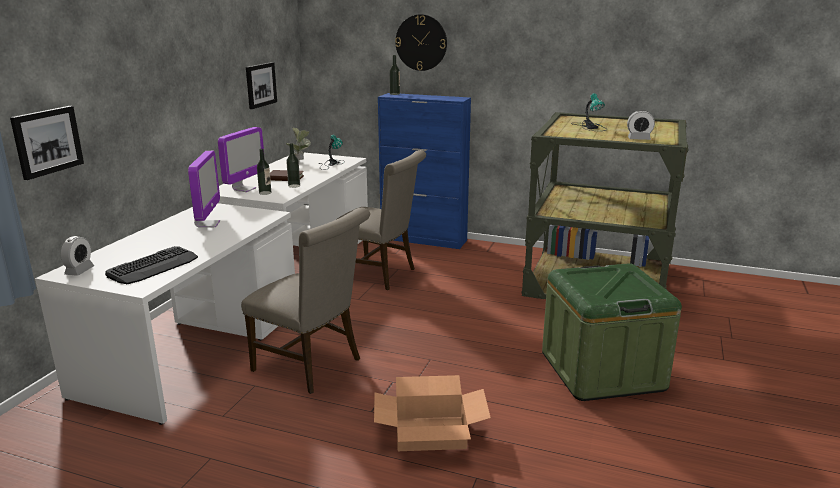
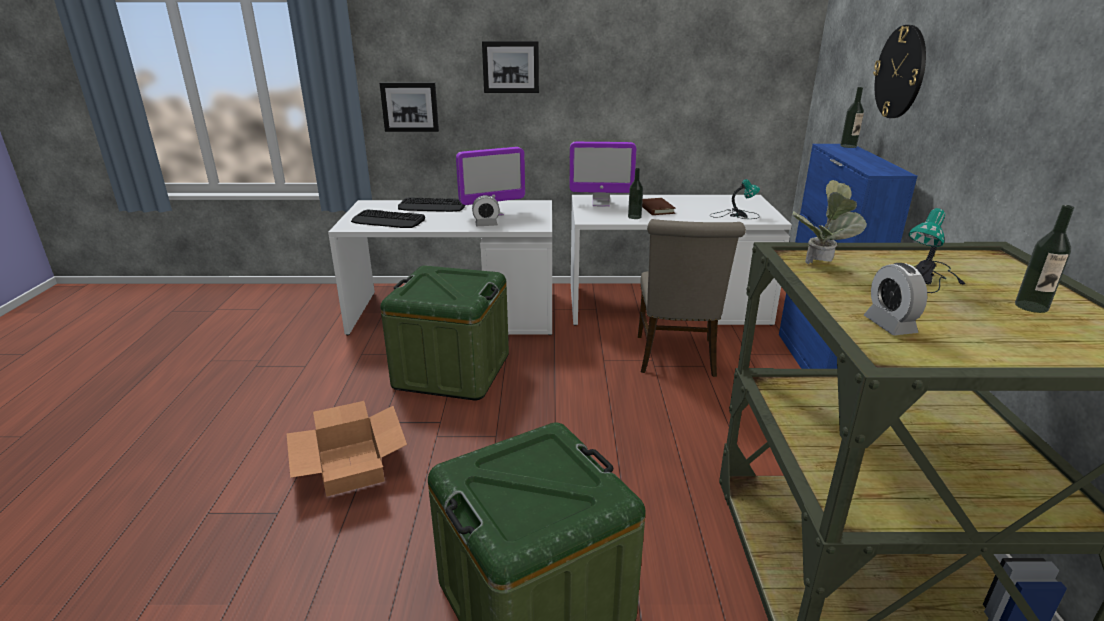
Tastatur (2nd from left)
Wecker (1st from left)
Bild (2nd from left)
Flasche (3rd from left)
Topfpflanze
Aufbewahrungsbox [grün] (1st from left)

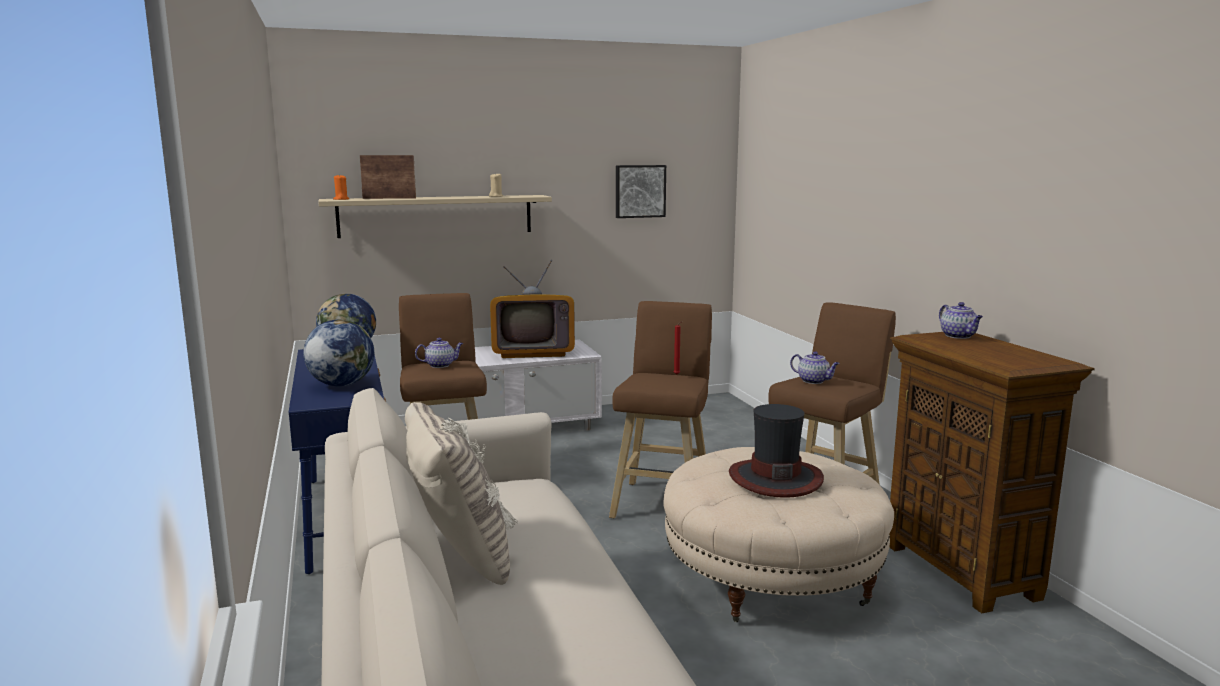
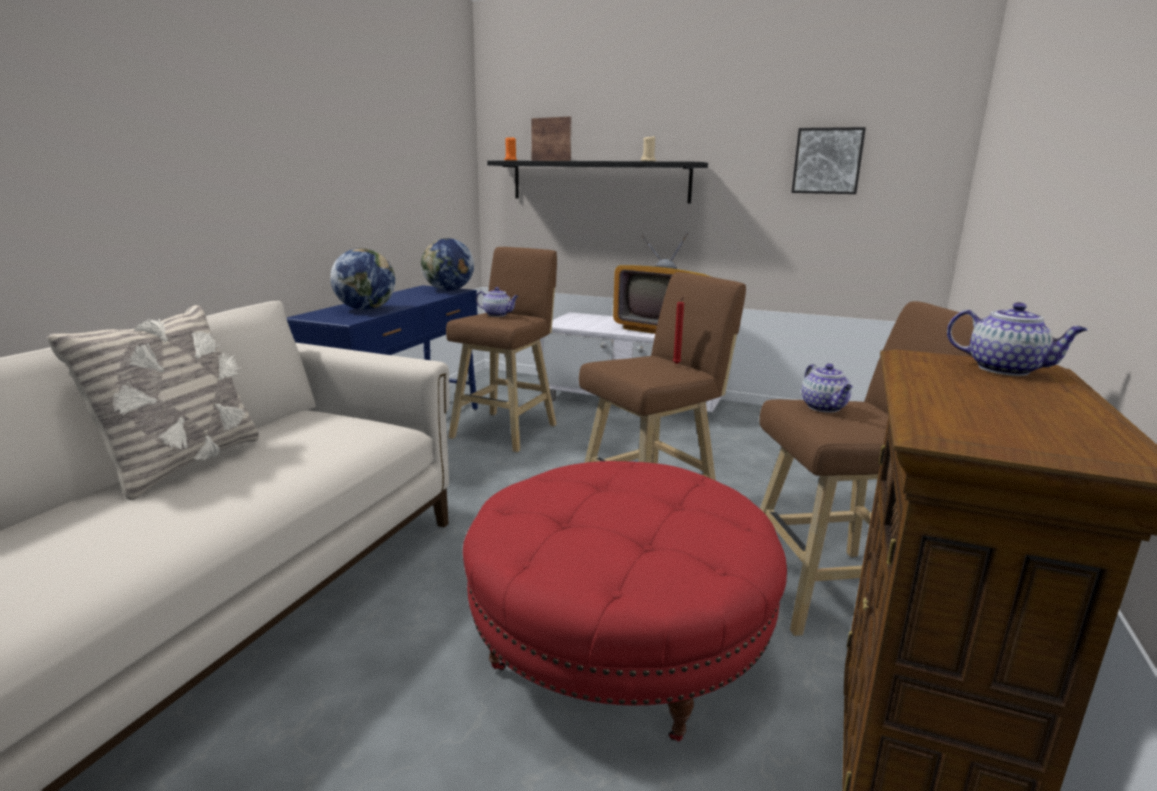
Hut
Wandregal [schwarz]
Polsterhocker [rot]
Teekanne (3rd from left)

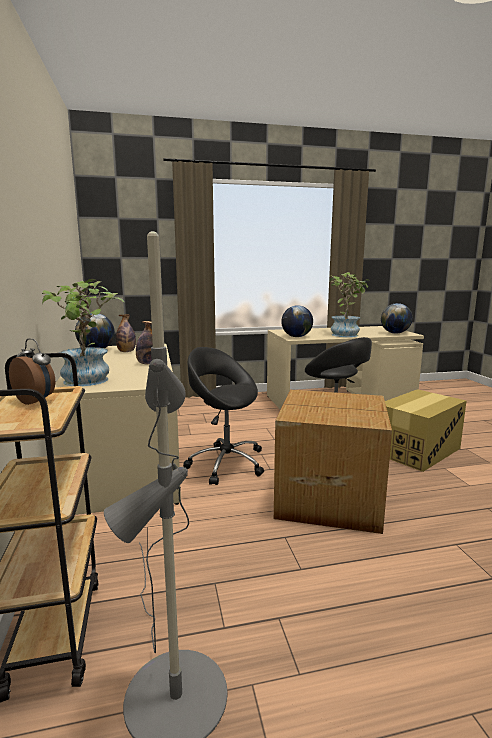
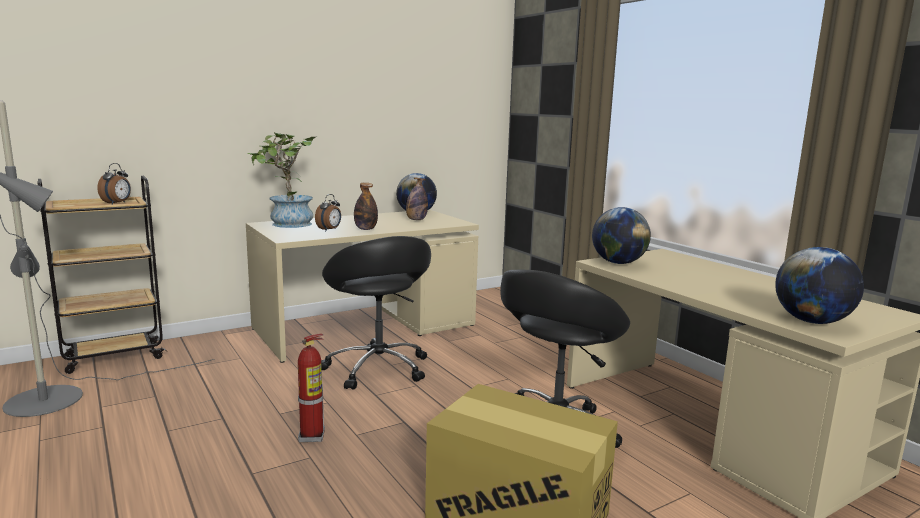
Topfpflanze (2nd from left in the first image)
Wecker (2nd from left)
Feuerlöscher
Bürostuhl [schwarz] (1st from left)

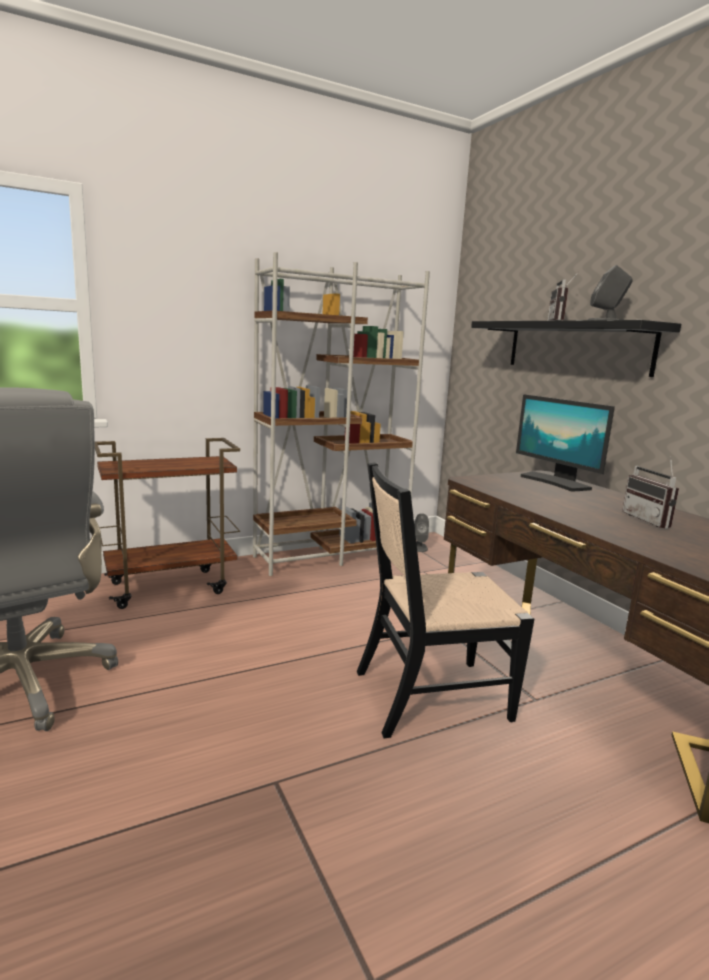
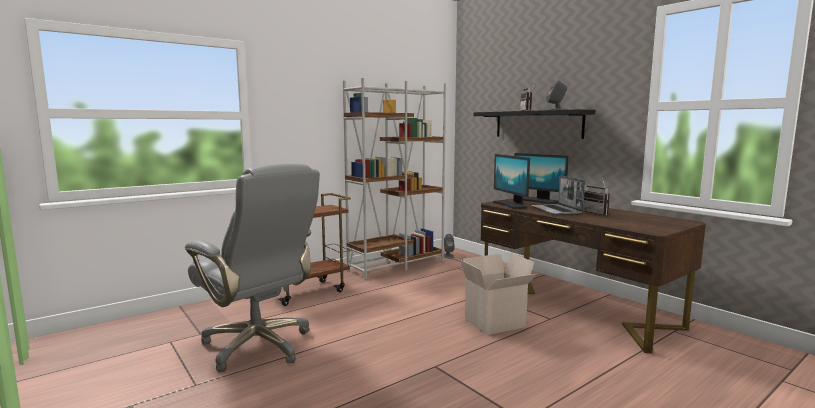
Monitor (1st from left)
Laptop
Karton

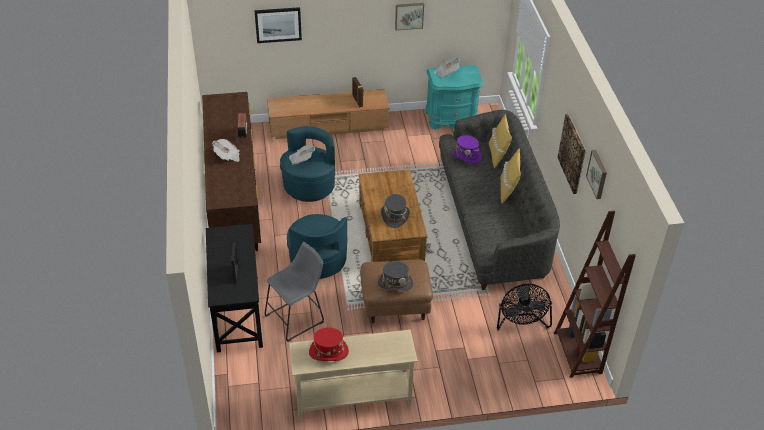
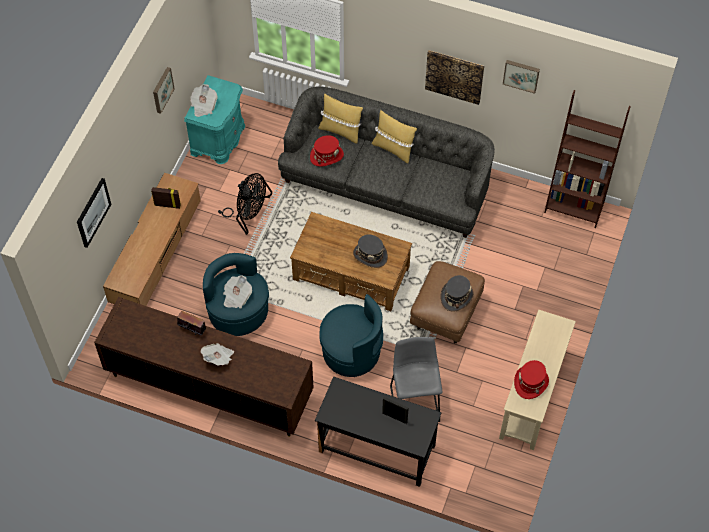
Ventilator [schwarz]
Hut [rot] (1st from left)

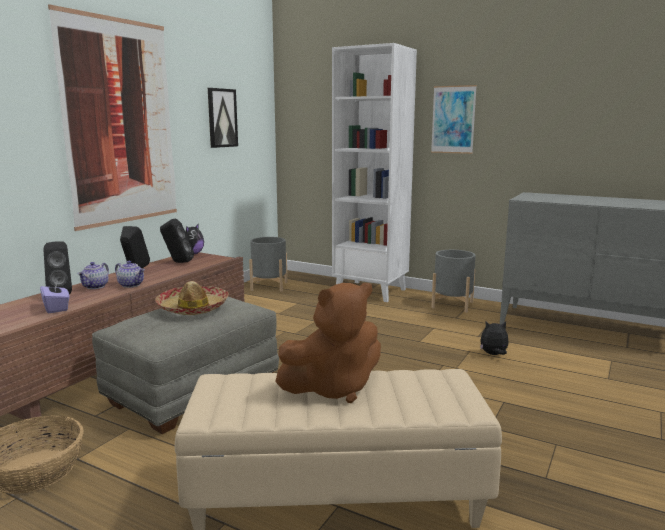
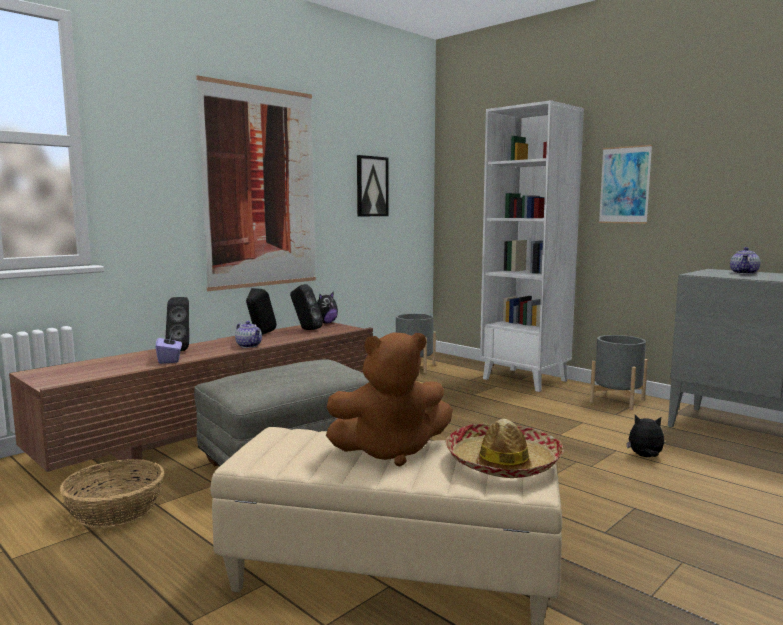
Teekanne (2nd from left)
Hut

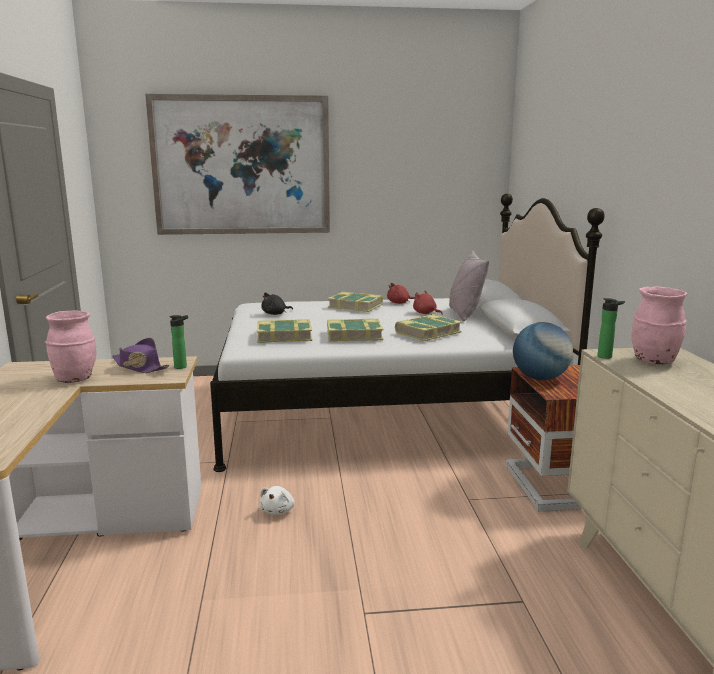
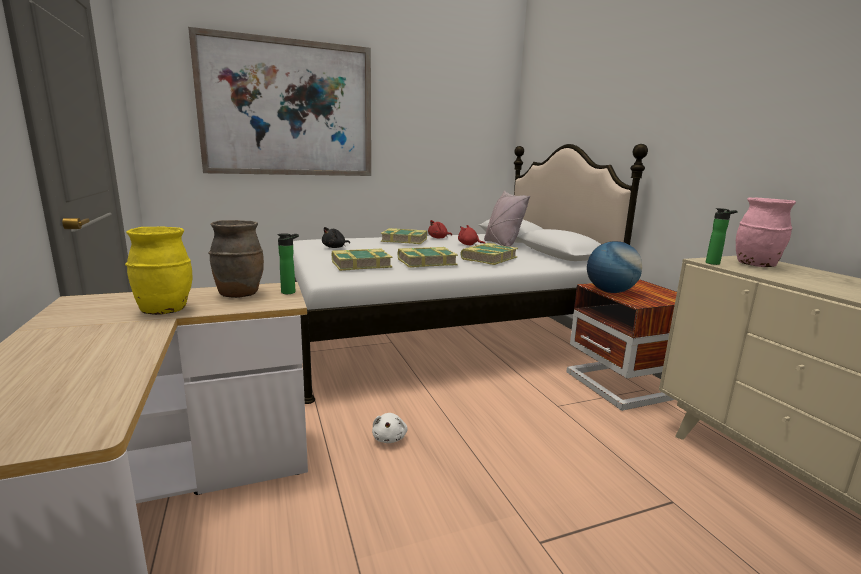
Vase [braun]
Vase [gelb]

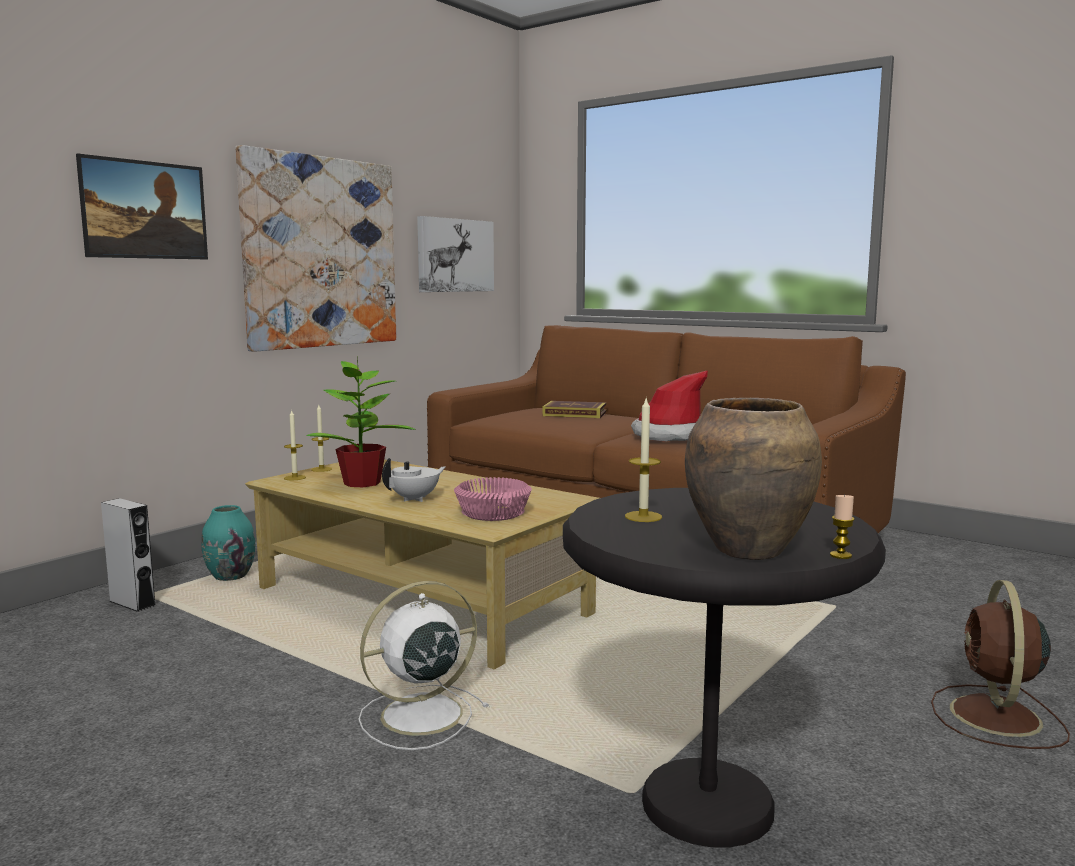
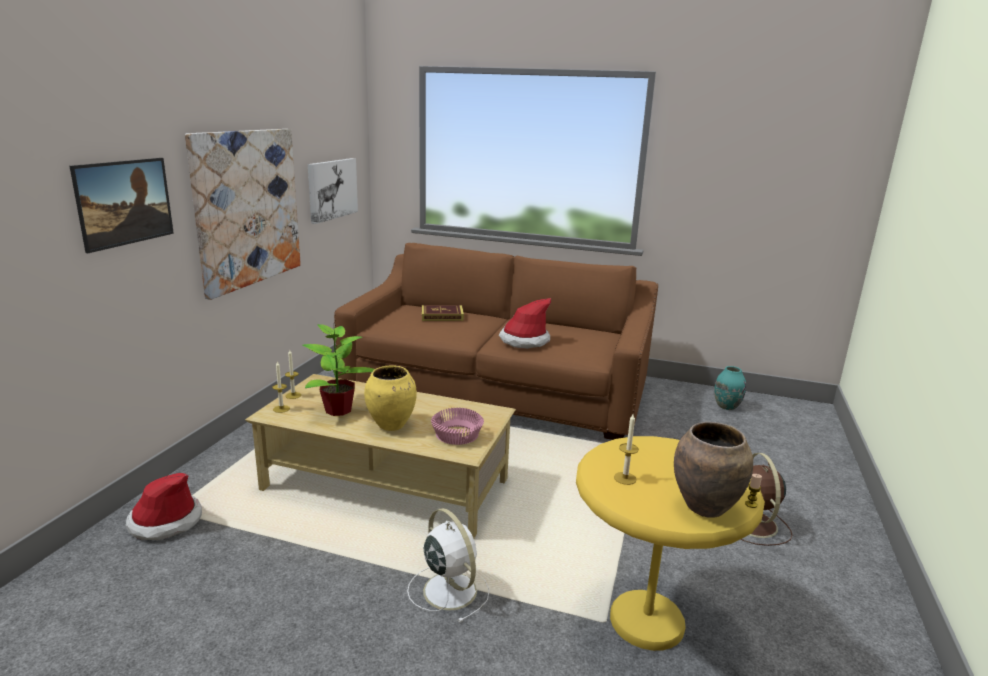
Vase [türkis]
Hut (1st from left)
Vase [gelb]
Beistelltisch [gelb]
Ventilator [weiß]

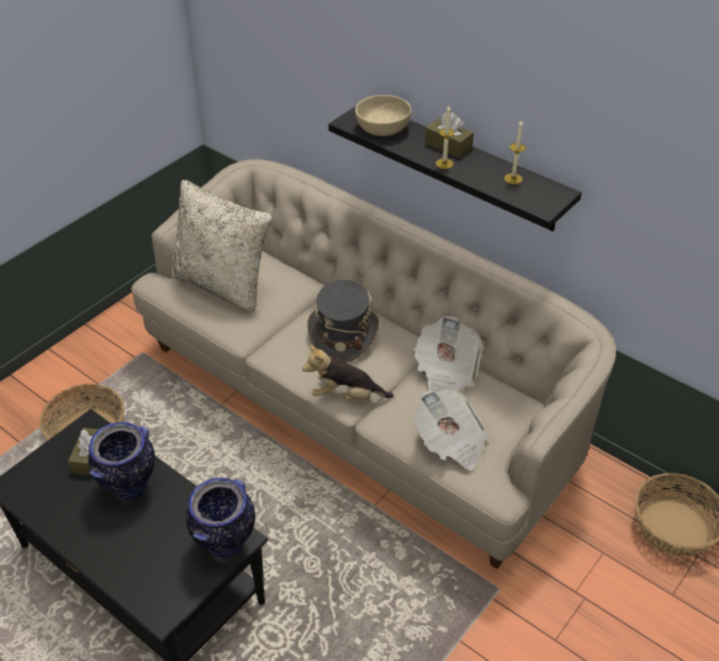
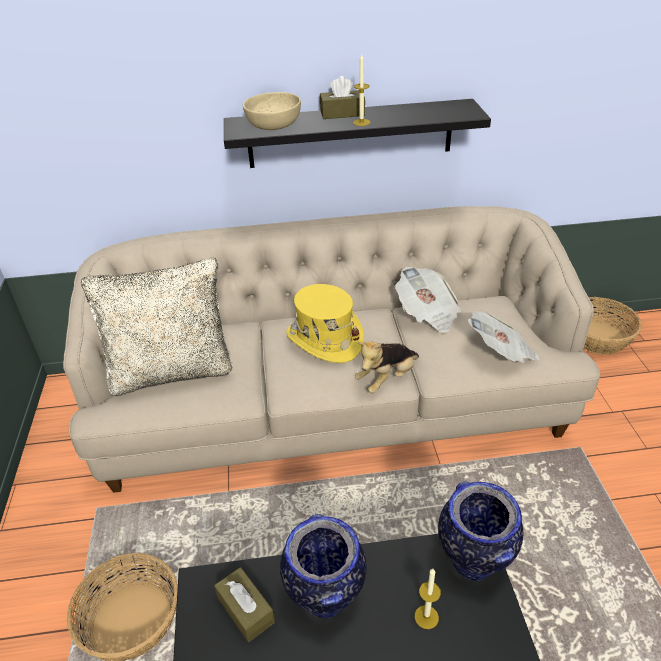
Kerze (2nd from left)
Hut [gelb]

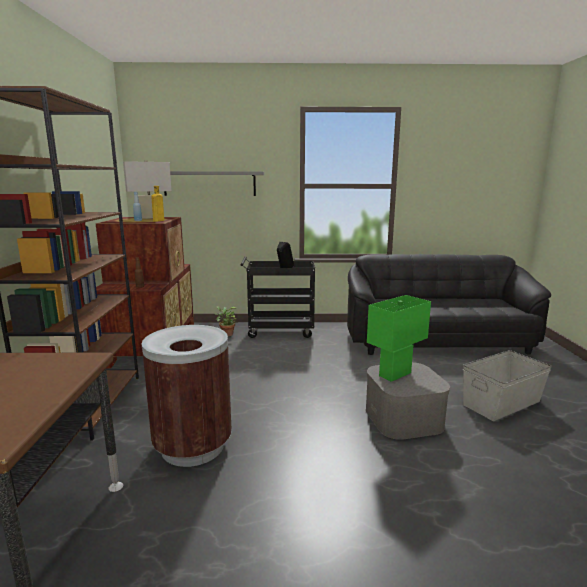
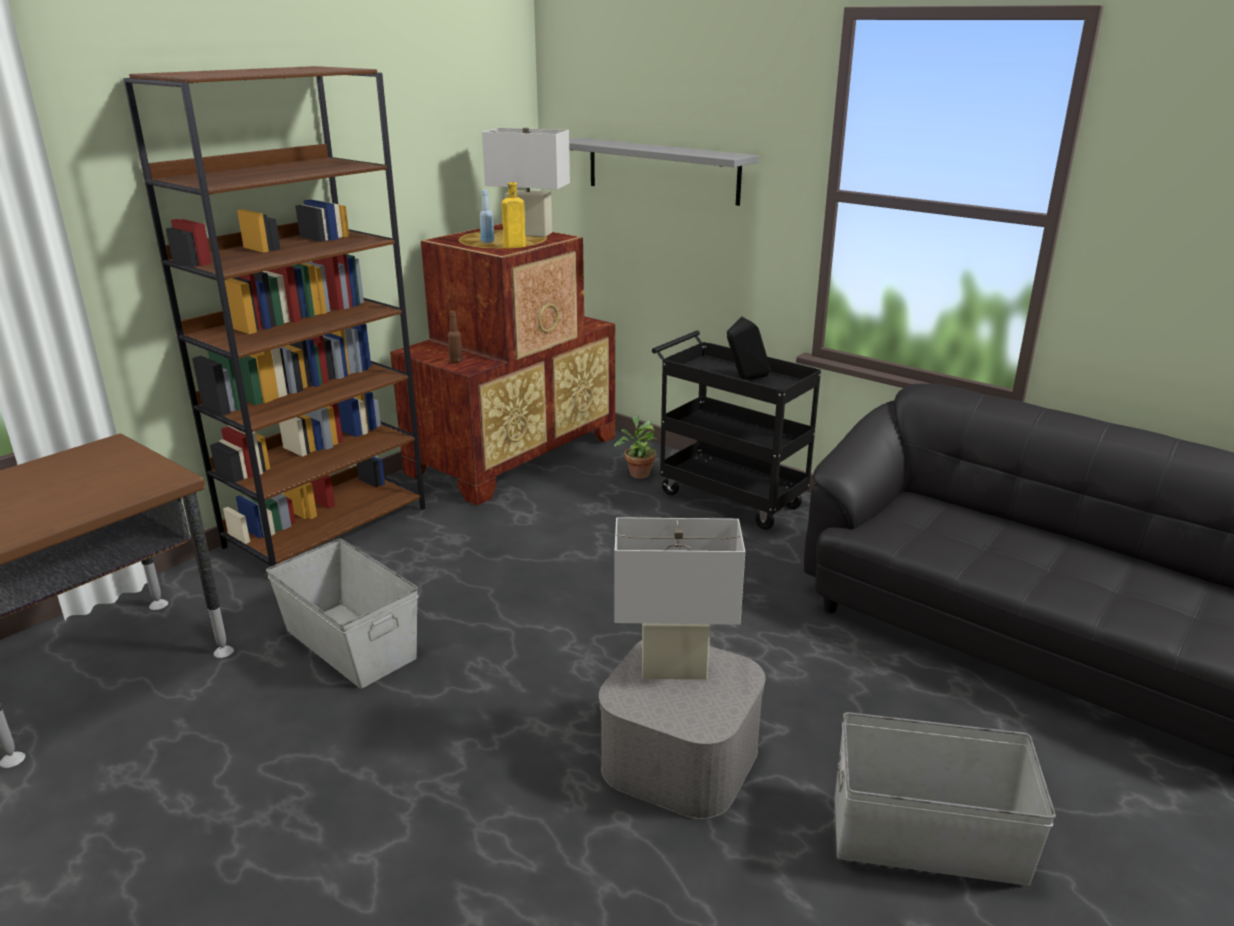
Aufbewahrungsbox [grau] (1st from left)
Tischlampe [weiß] (2nd from left)

